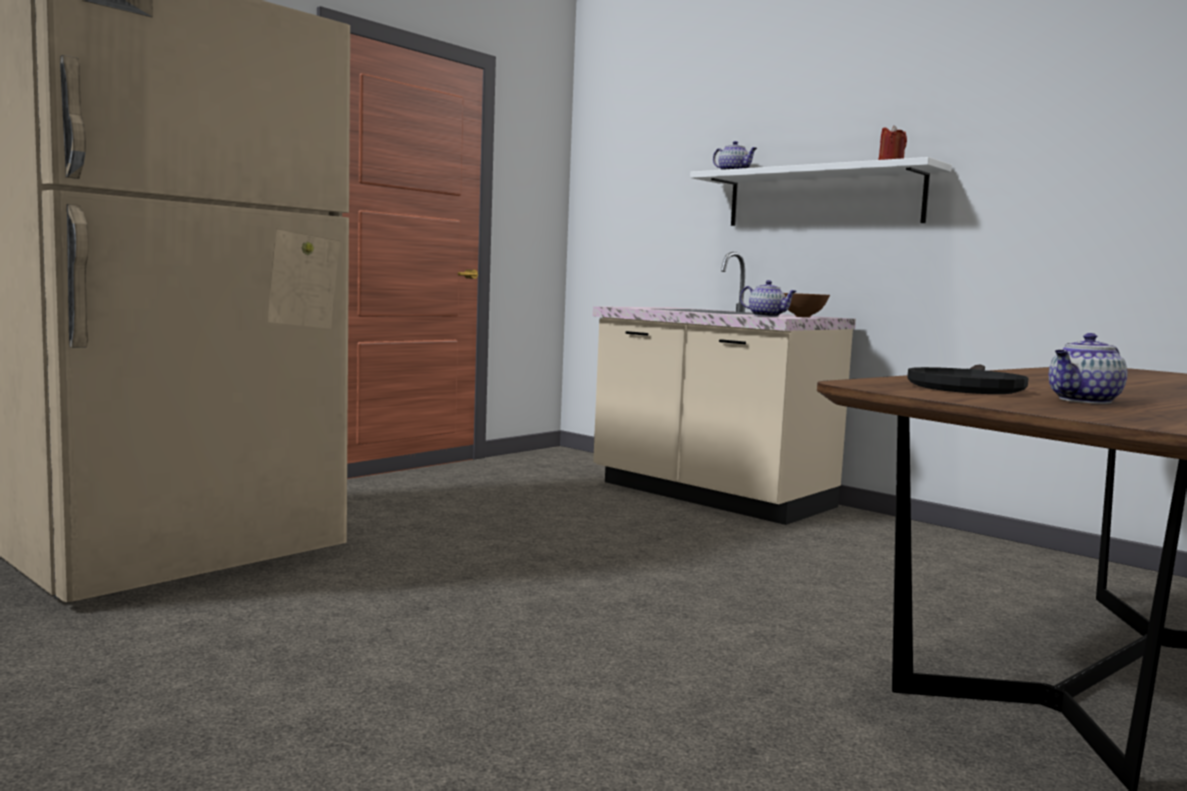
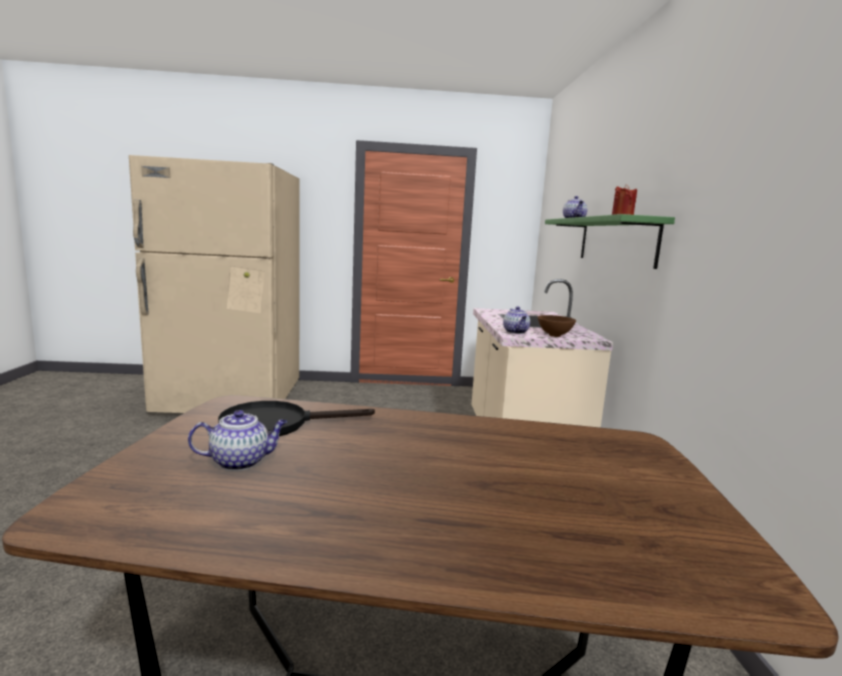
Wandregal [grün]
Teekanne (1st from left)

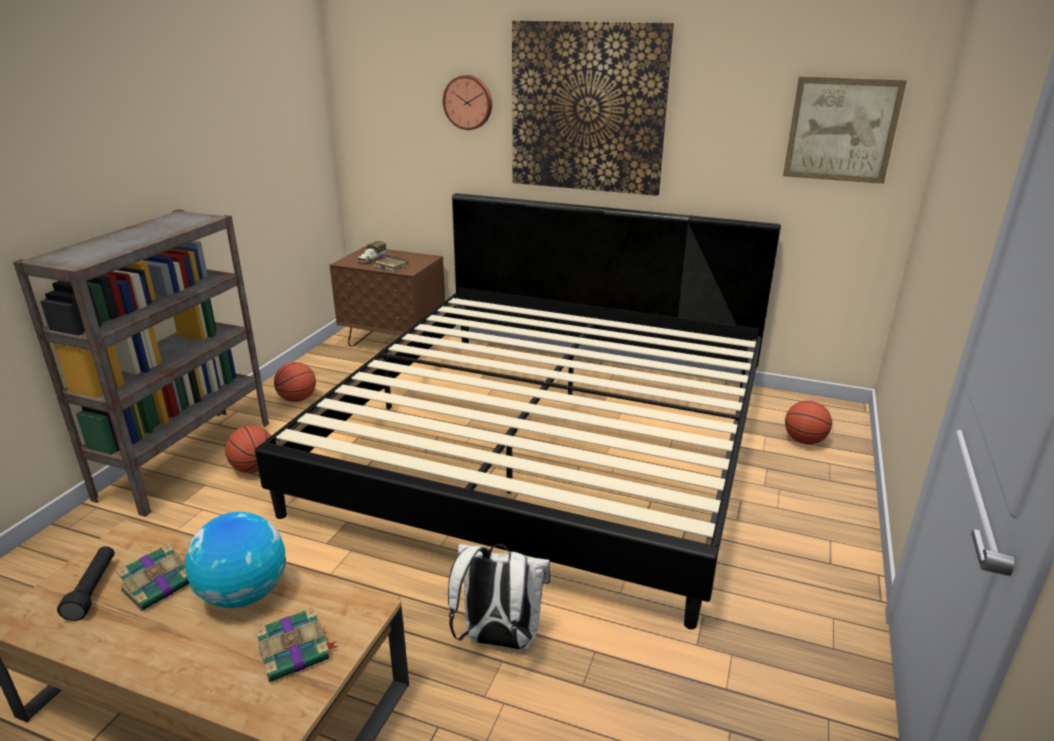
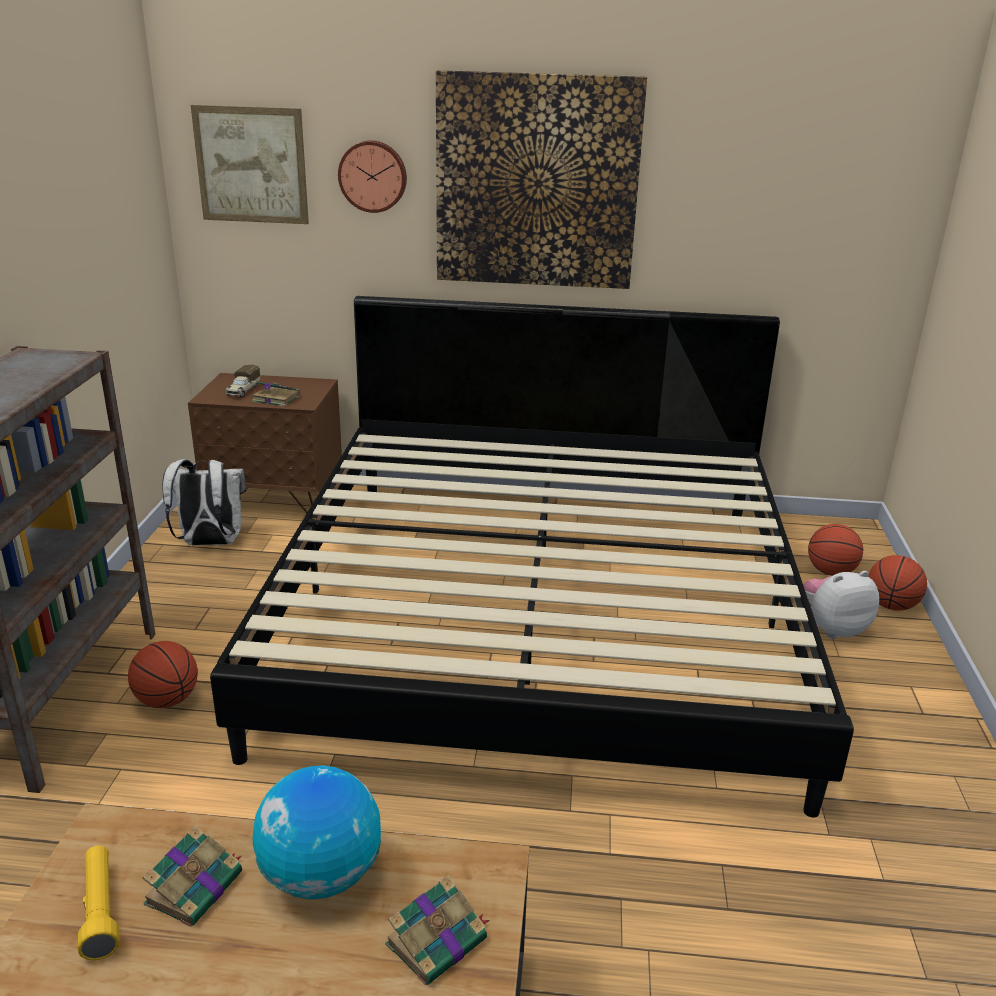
Plüschtier
Basketball (3rd from left)
Rucksack [weiß]
Bild (1st from left)
Taschenlampe [gelb]

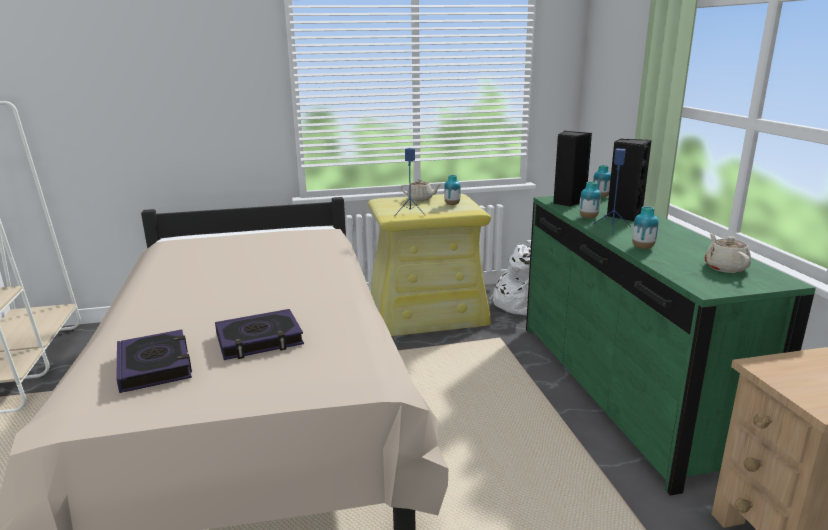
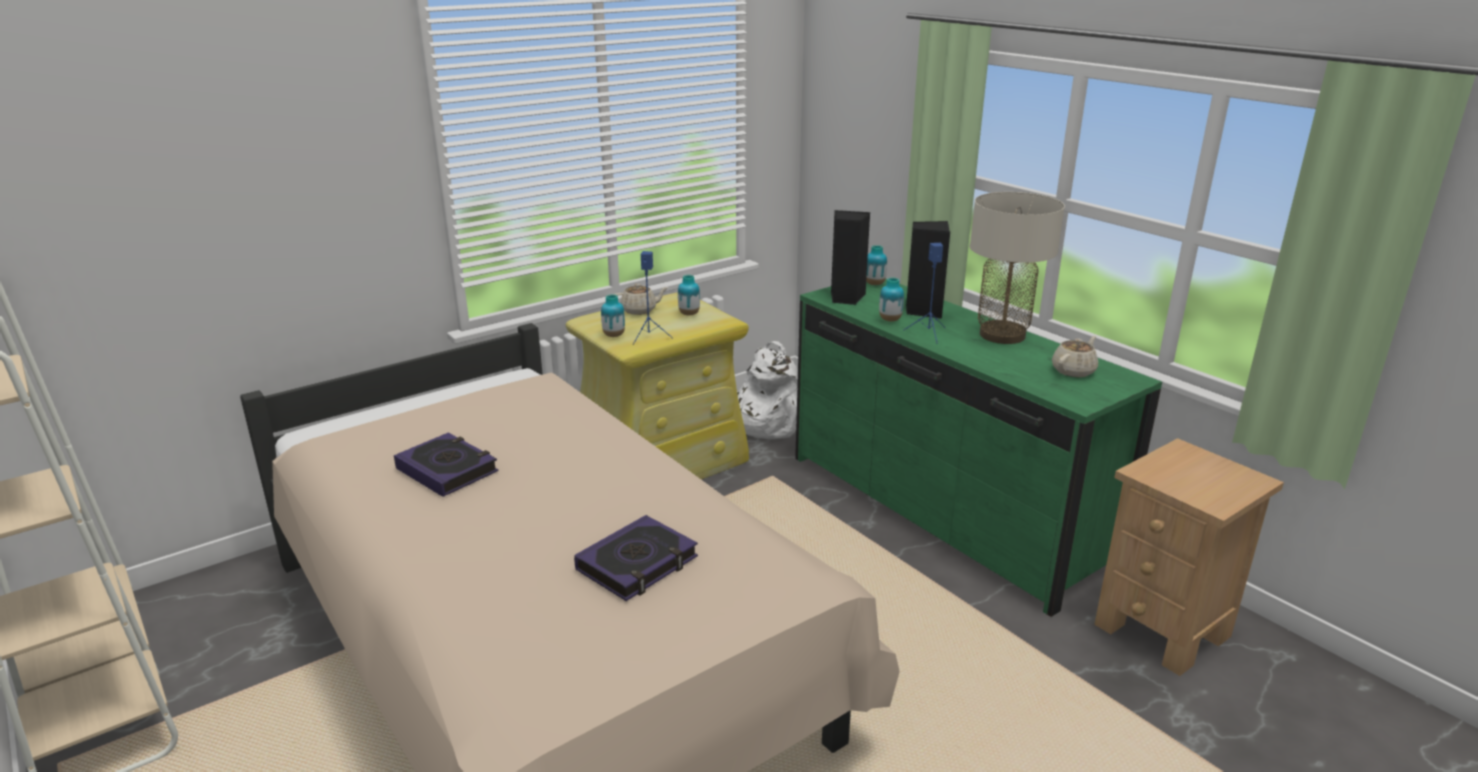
Tischlampe
Buch (1st from left)
Vase (1st from left)
Teekanne [beige] (2nd from left)

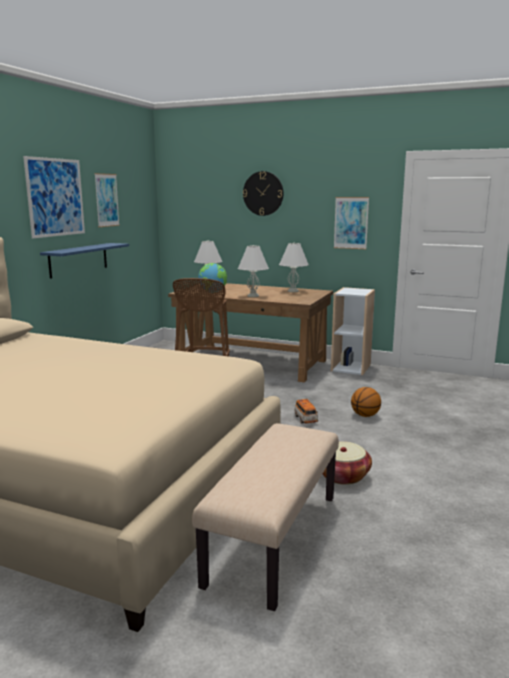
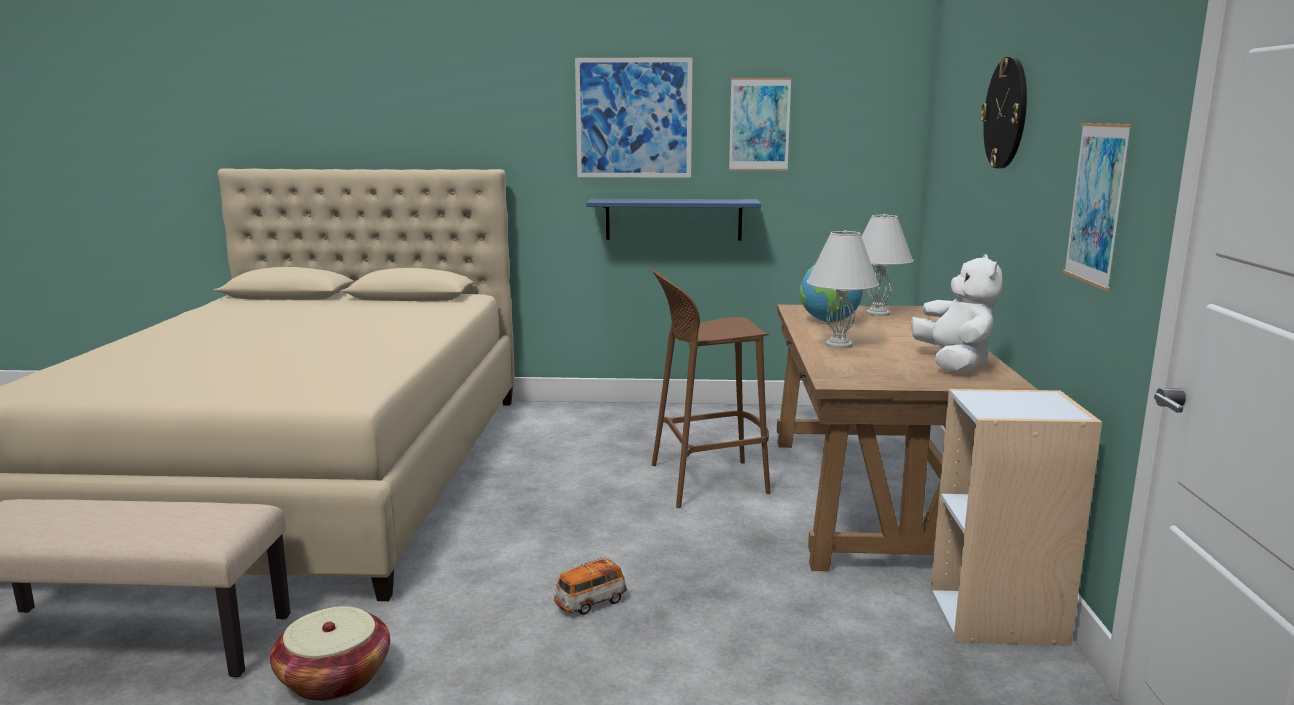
Basketball
Plüschtier [weiß]

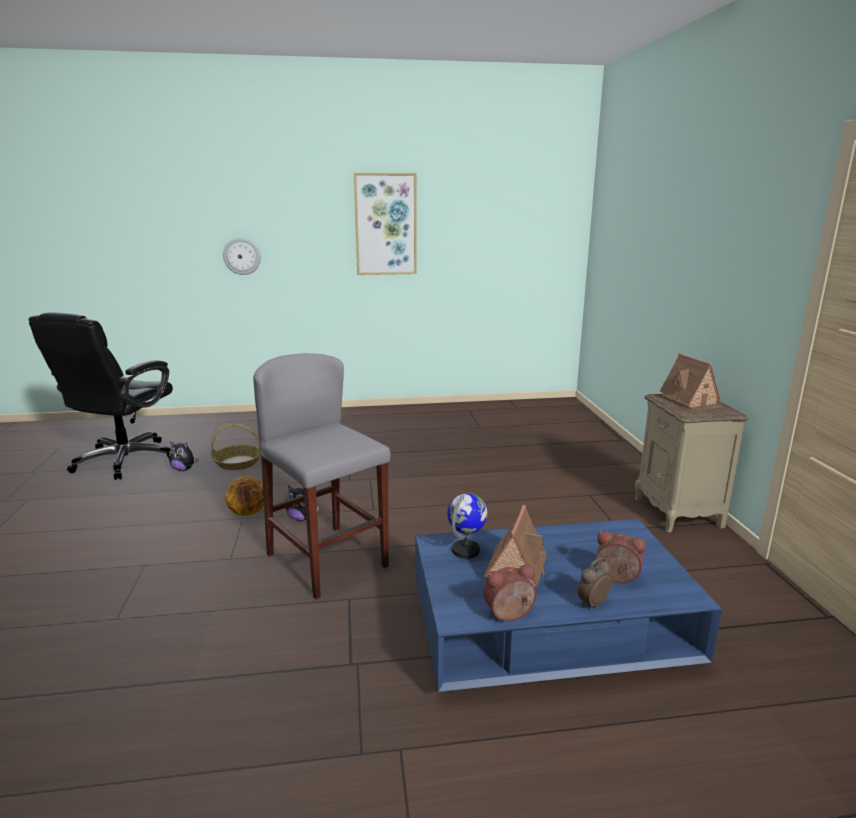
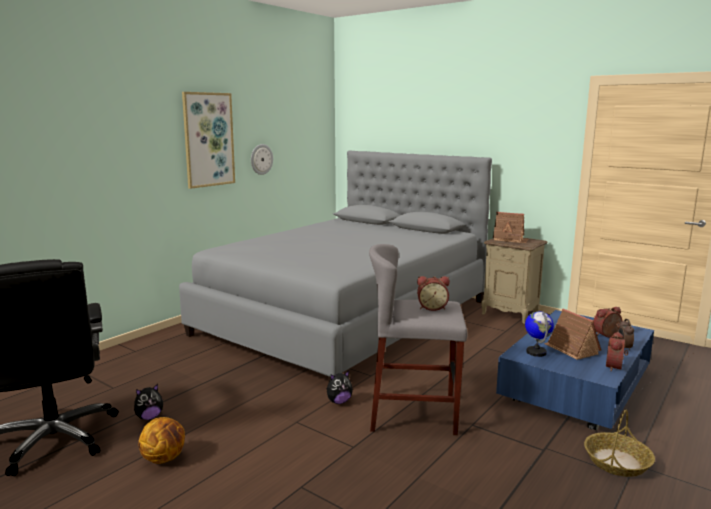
Bett [grau]
Wecker (1st from left)
Korb
Wanduhr
Basketball

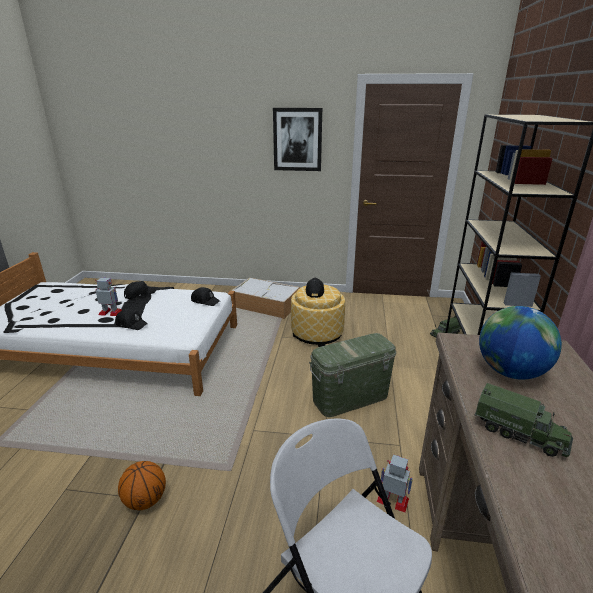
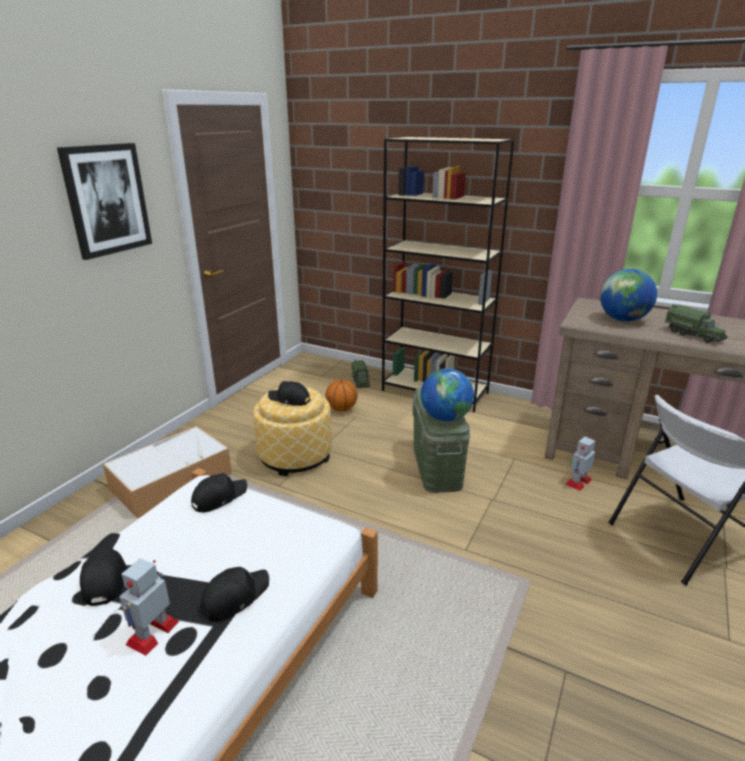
Globus (1st from left)
Basketball
Spielzeuglaster (2nd from left)

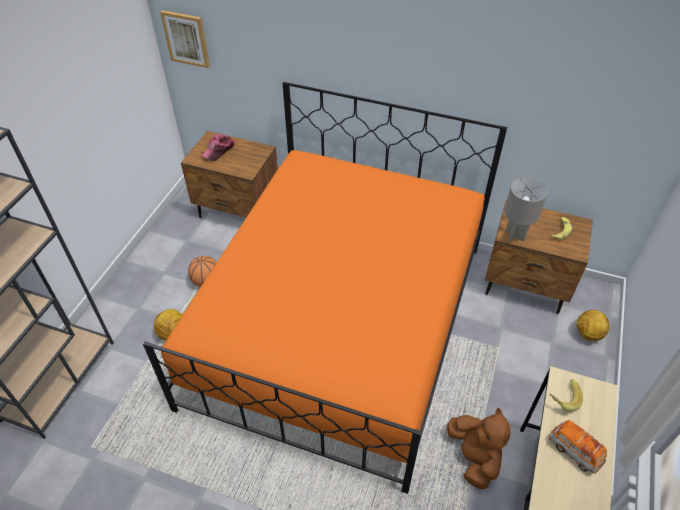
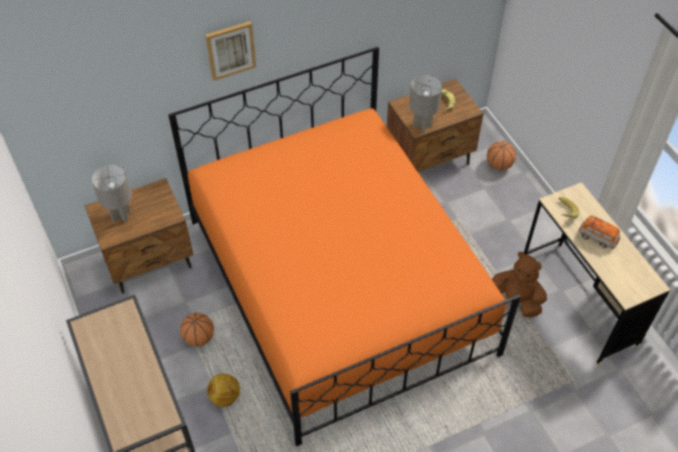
Bild
Tischlampe [grau] (1st from left)
Basketball (2nd from left)
Spielzeugauto

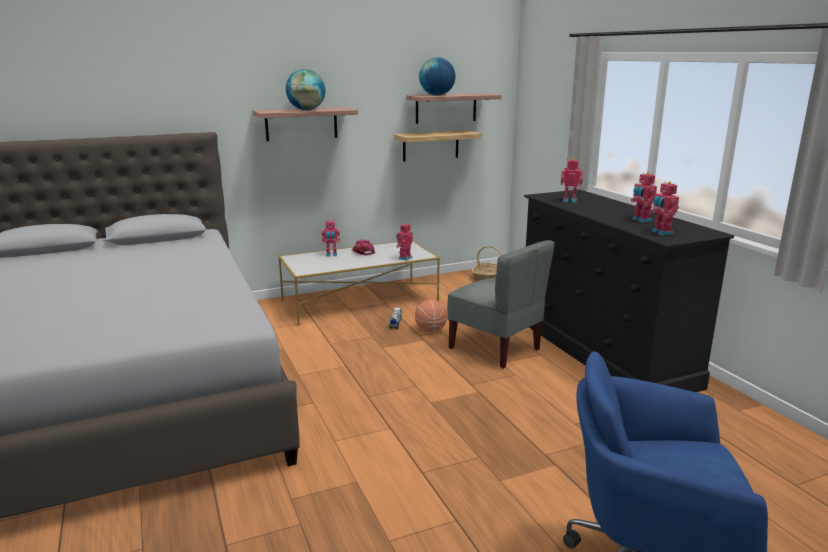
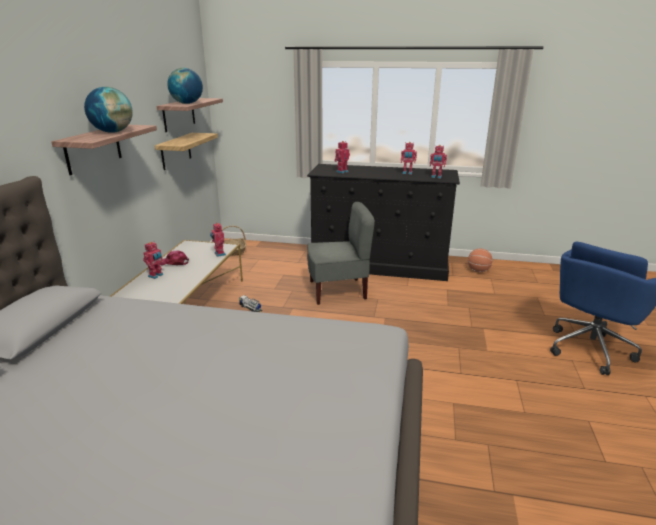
Basketball

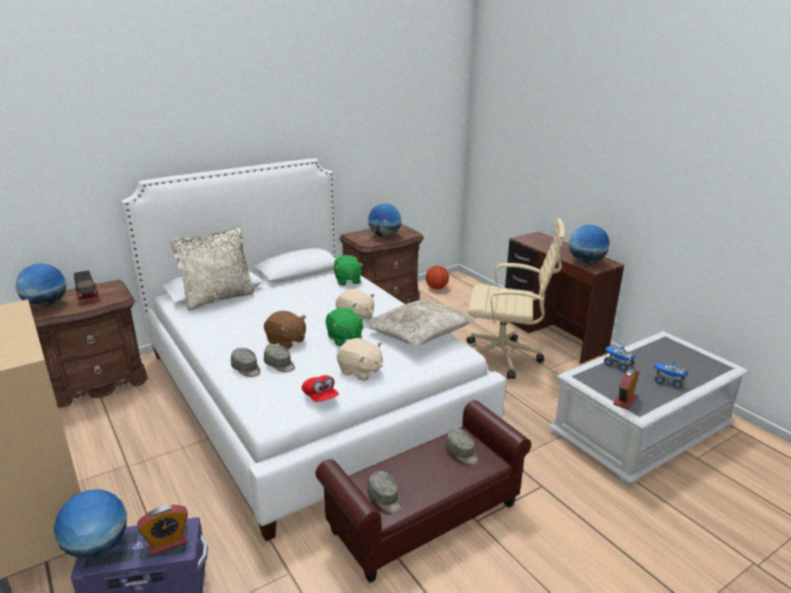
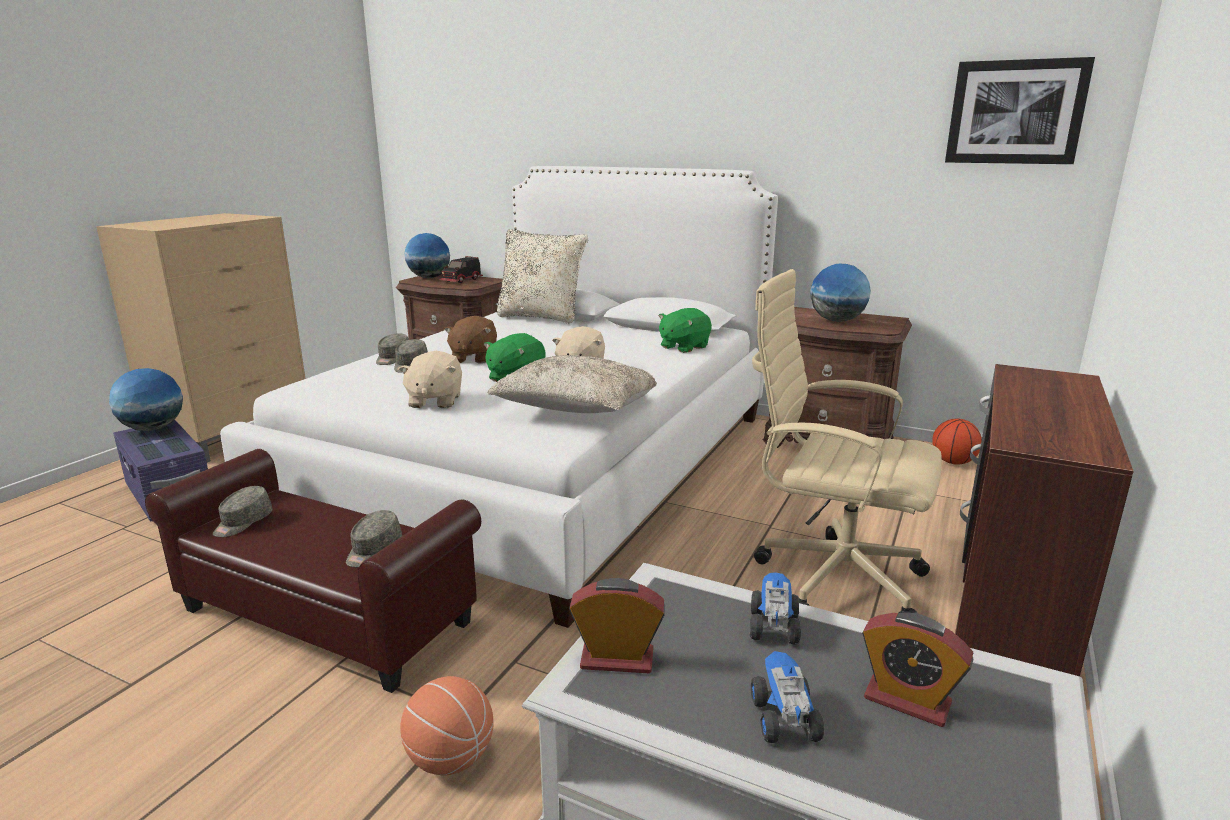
Kappe [rot]
Globus (4th from left in the first image)
Basketball (1st from left)
Bild
Wecker (2nd from left)
Bürostuhl [beige]

